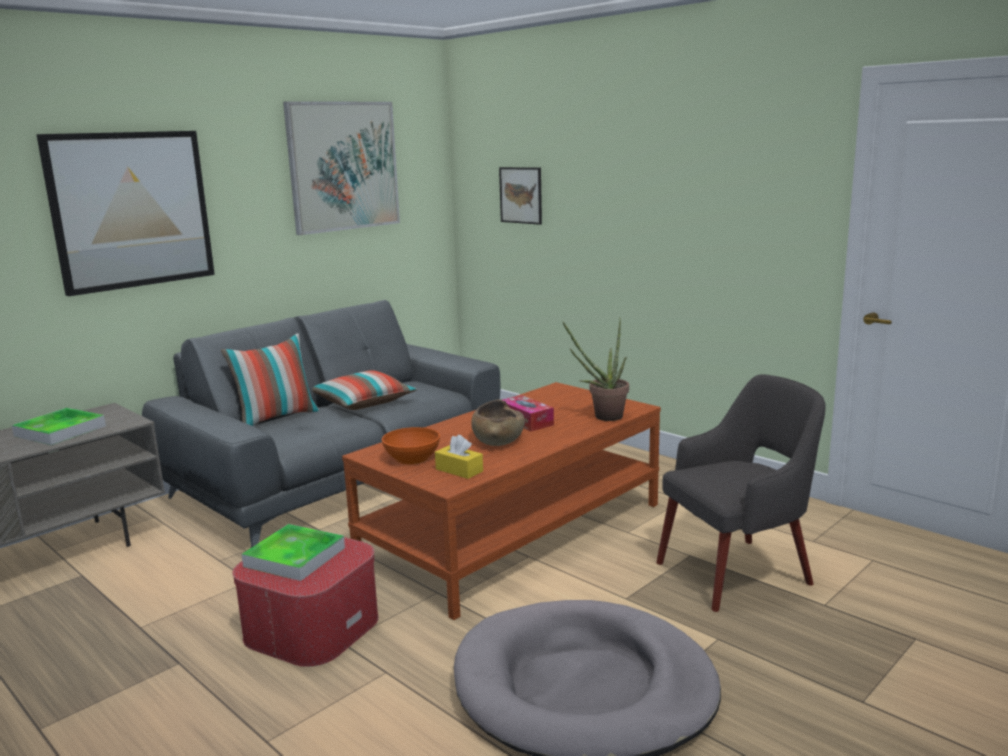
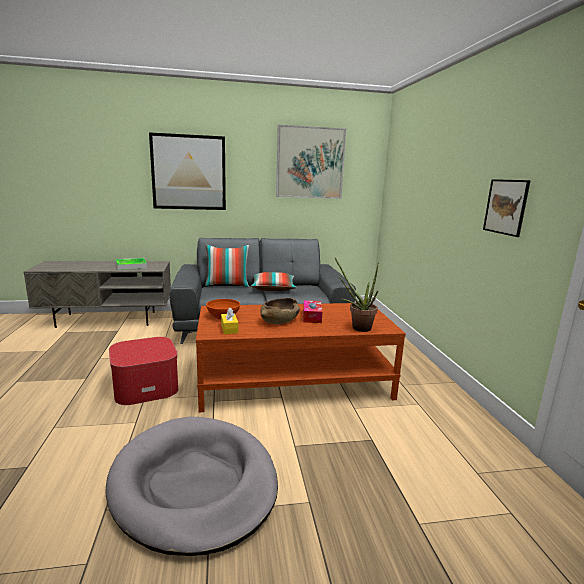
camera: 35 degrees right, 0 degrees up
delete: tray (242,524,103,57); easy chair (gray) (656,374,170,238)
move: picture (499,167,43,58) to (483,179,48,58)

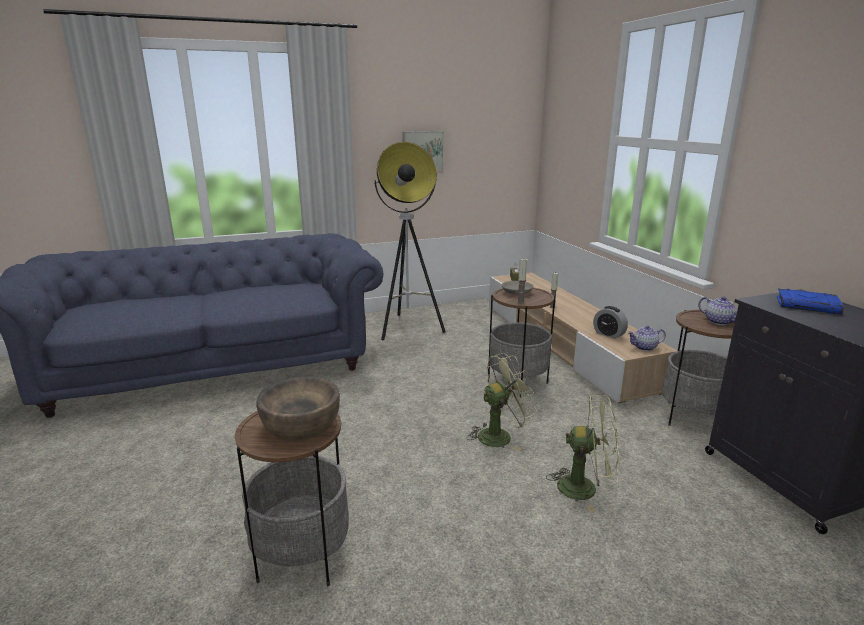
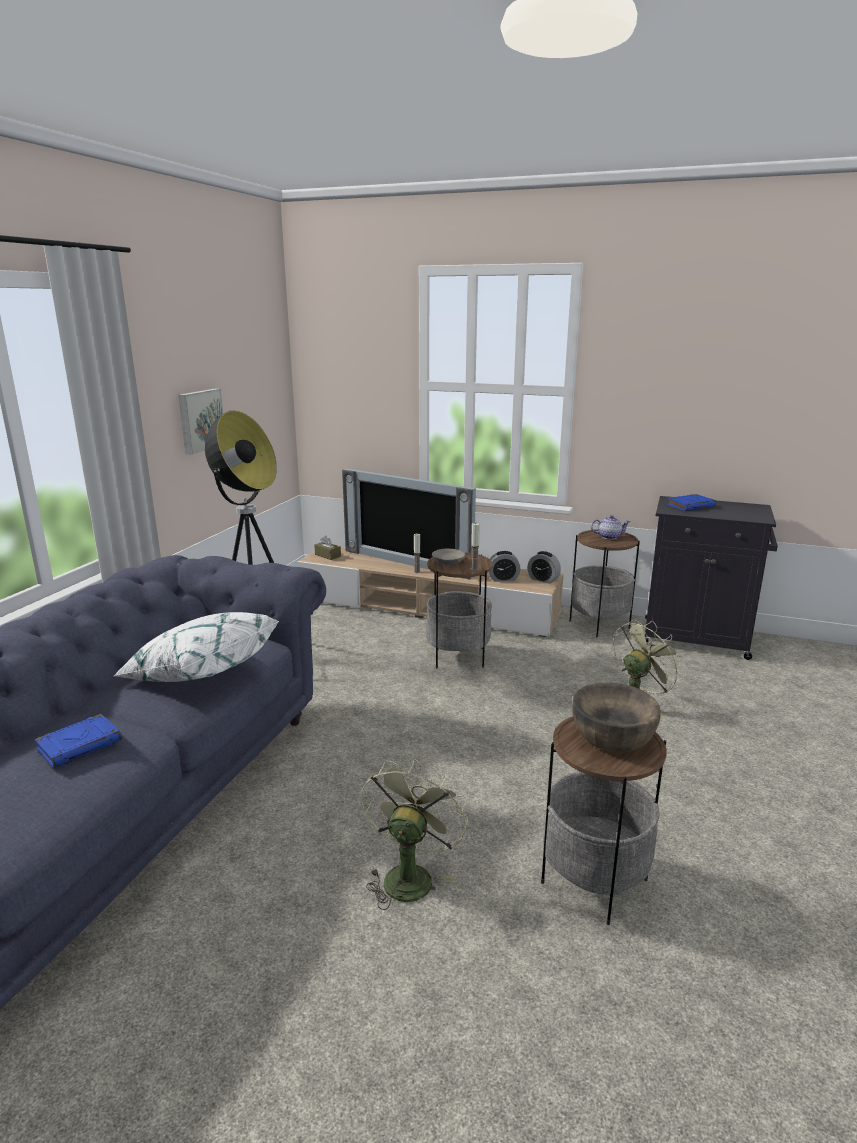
camera: 50 degrees left, 0 degrees up
insert: volume (blue-coloured) (35,714,87,54); cushion (white) (114,612,165,70); TV (342,469,134,111)
move: fan (green) (467,353,70,98) to (361,759,107,151)
replace: tea pot (628,325,38,26) to table clock (527,551,34,33)

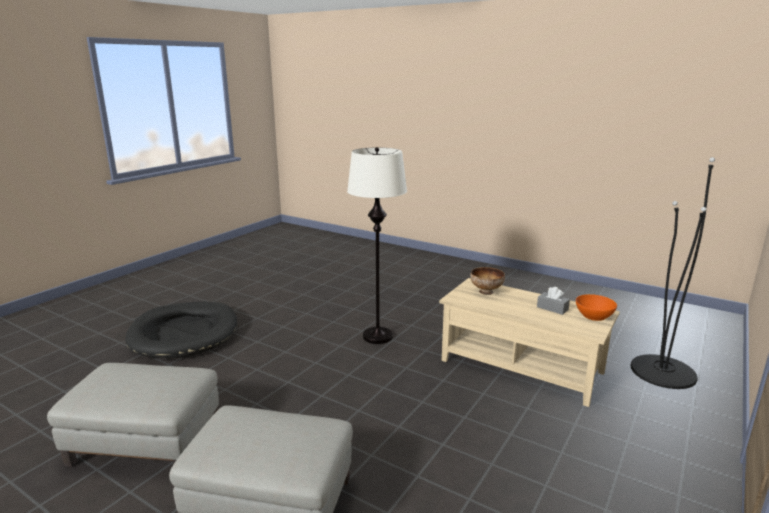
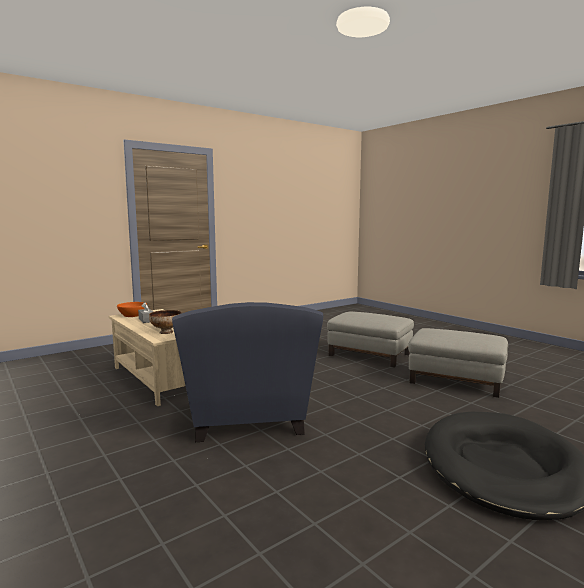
camera: 160 degrees left, 10 degrees down
delete: floor lamp (blackish) (630,157,85,232)
replace: floor lamp (white) (347,147,60,197) to easy chair (blue-coloured) (172,302,151,140)

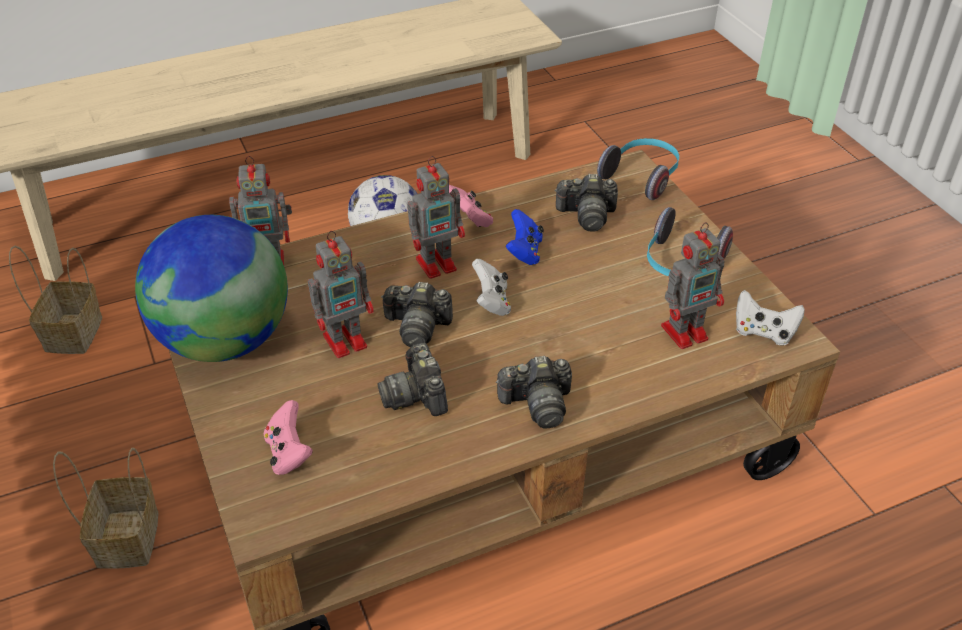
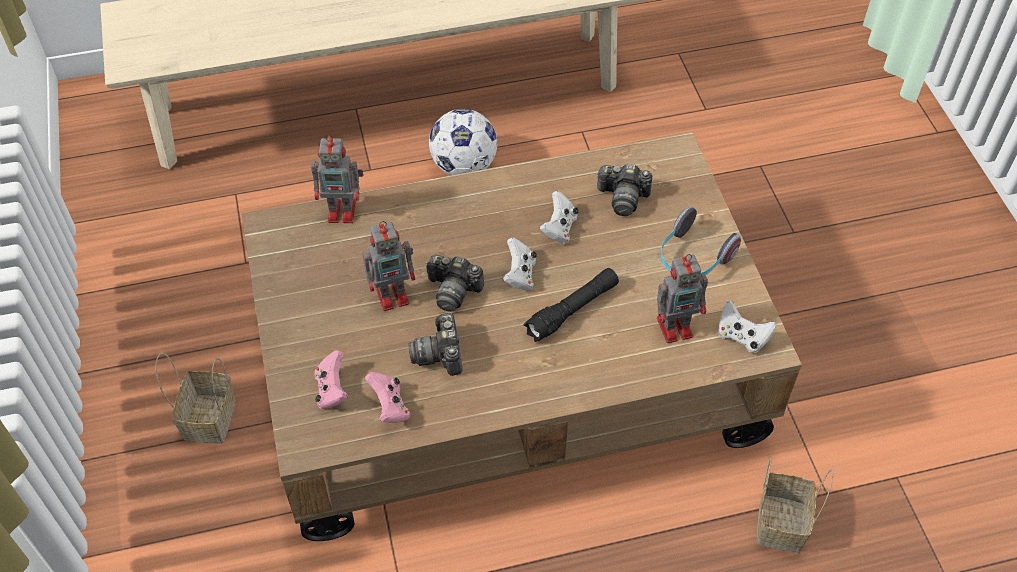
camera: 10 degrees right, 10 degrees up
delete: world globe (135,215,153,147); toy robot (407,156,58,123); still camera (496,356,76,73); headset (597,138,82,62)
insert: torch (blackish) (524,268,95,74)
move: basket (9,246,93,108) to (757,457,77,96); joypad (pink-coloured) (449,185,44,42) to (365,372,45,51)
recolor: joypad (blue-coloured) (506,209,38,56) to joypad (white) (540,191,39,52)

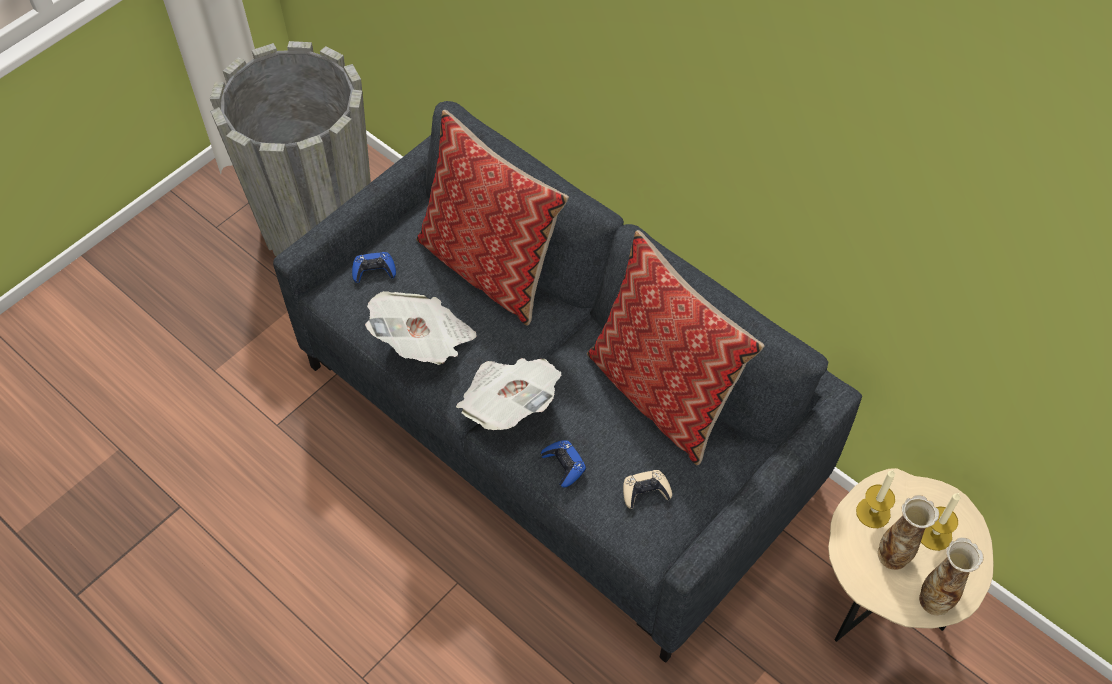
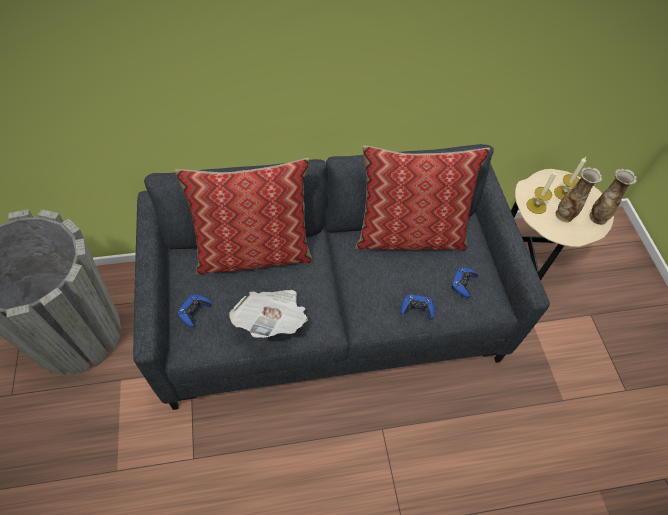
camera: 55 degrees left, 0 degrees up
delete: printed paper (456,358,105,72)
recolor: joypad (sand-coloured) (623,470,49,39) to joypad (blue-coloured) (451,267,27,31)

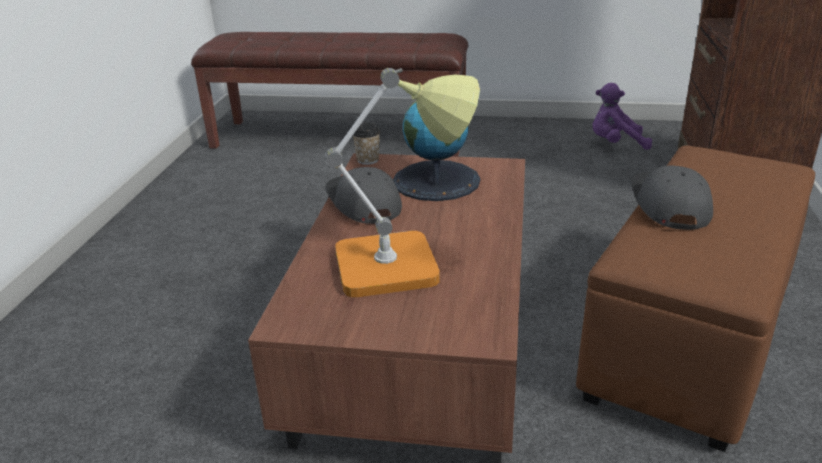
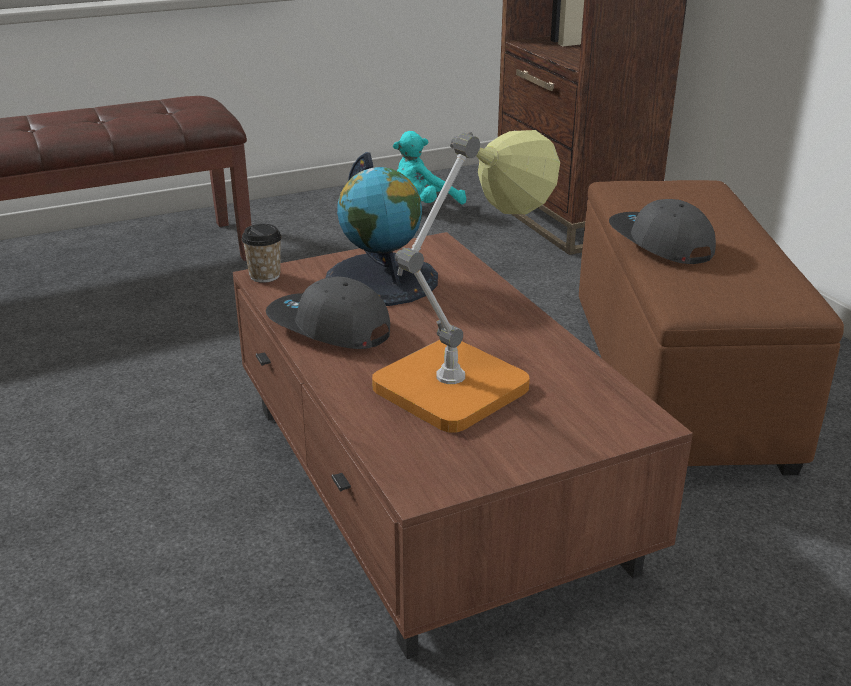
camera: 35 degrees left, 0 degrees up
recolor: cuddly toy (purplish) (592,83,60,67) to cuddly toy (turquoise-coloured) (393,131,73,73)

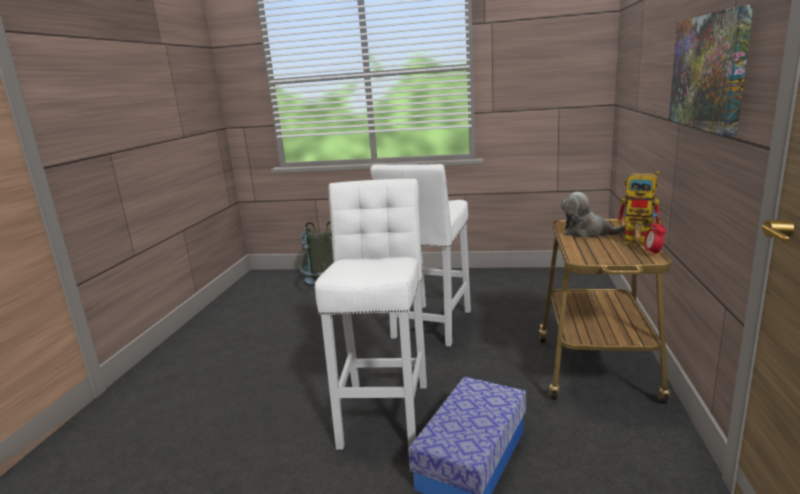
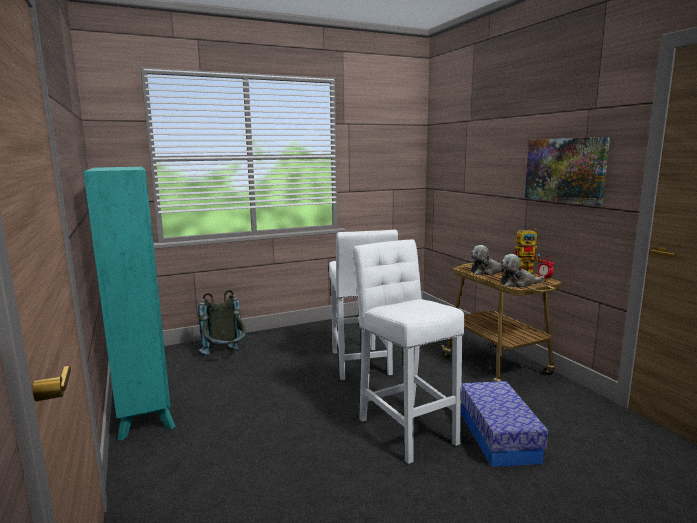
camera: 35 degrees left, 5 degrees down
insert: shelving unit (turquoise-coloured) (83,167,92,274); cuddly toy (500,254,45,34)

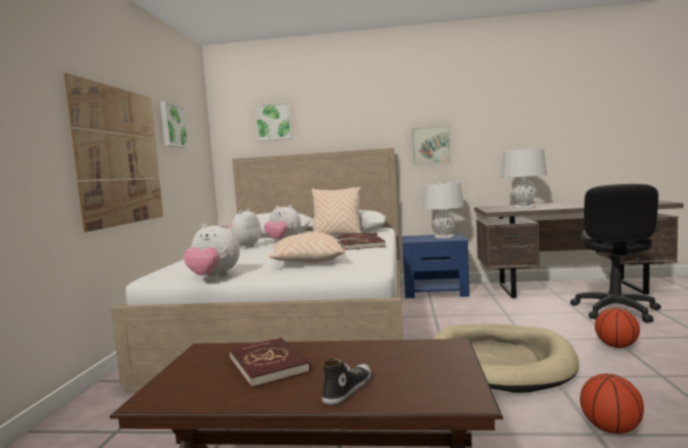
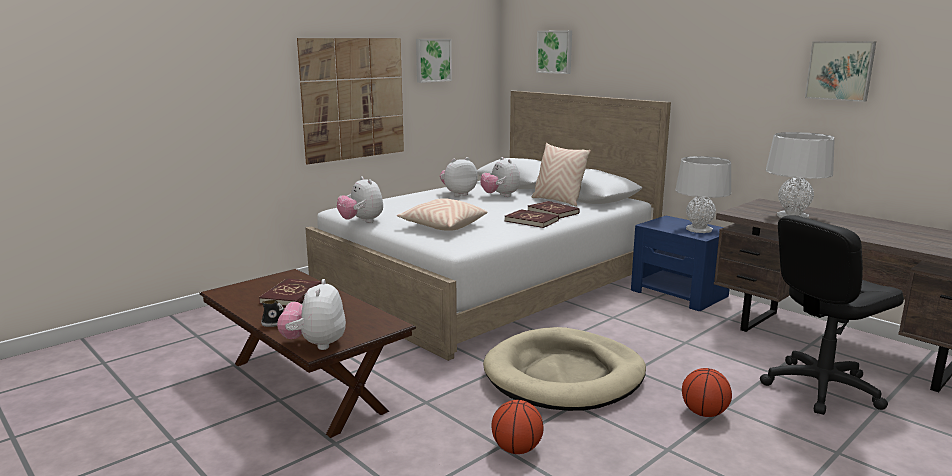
camera: 40 degrees right, 10 degrees up
insert: cuddly toy (277,279,69,71)
move: picture (412,126,39,39) to (805,41,71,61)

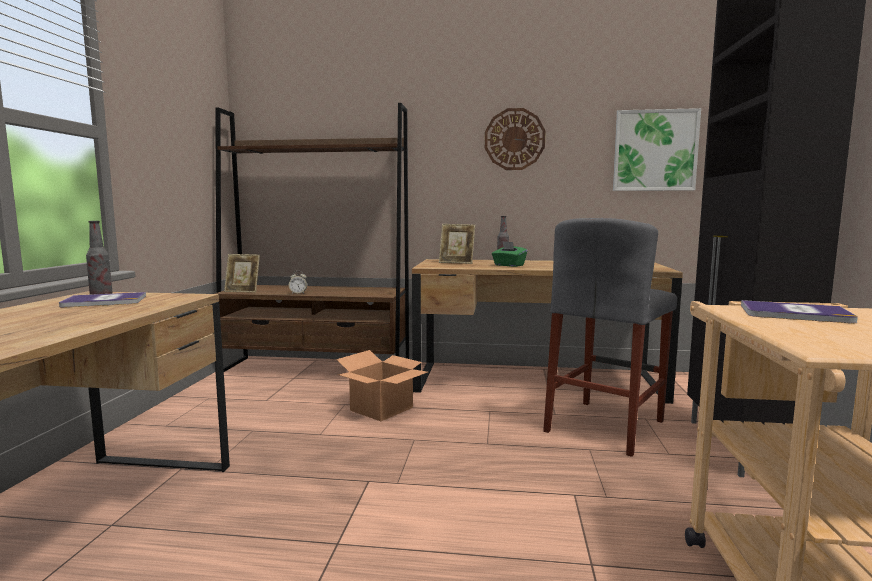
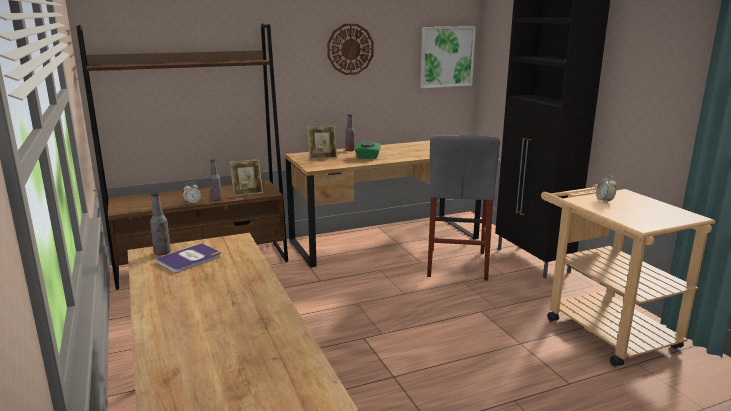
camera: 30 degrees left, 10 degrees up
delete: carton (336,350,92,71)
insert: beverage bottle (209,159,13,42)
move: standing frame (224,254,36,39) to (230,159,33,38)
replace: volume (741,300,117,23) to table clock (596,176,20,26)

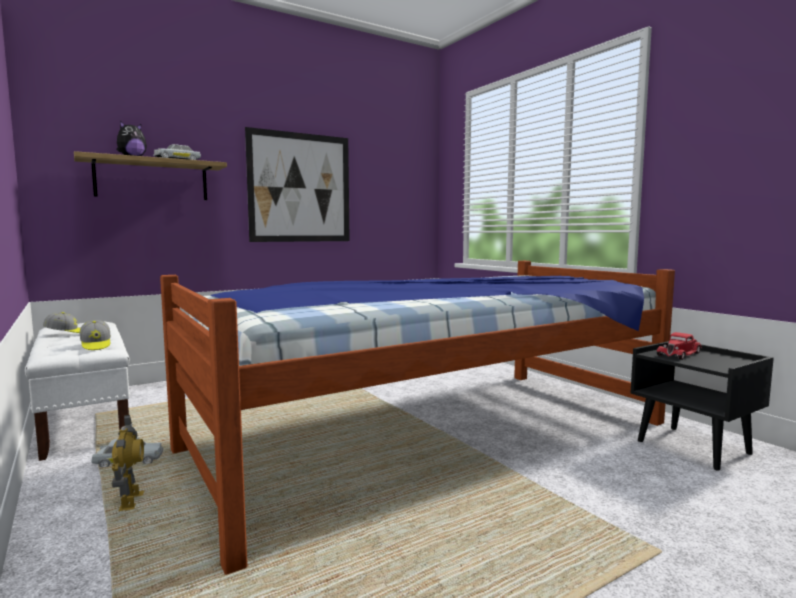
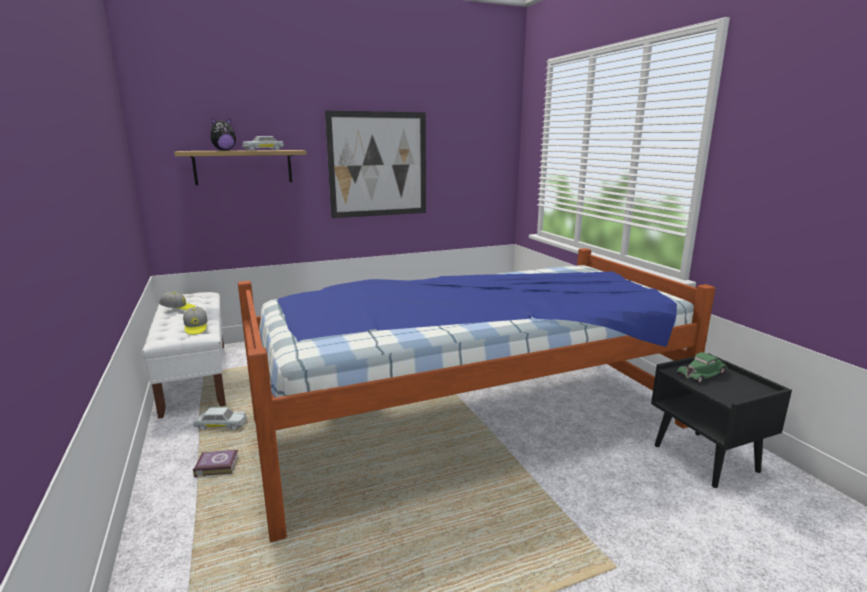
camera: 10 degrees right, 10 degrees up
replace: toy robot (112,415,33,96) to volume (193,450,45,27)
recolor: miniature car (reddish) (657,332,45,28) to miniature car (green) (677,352,51,31)

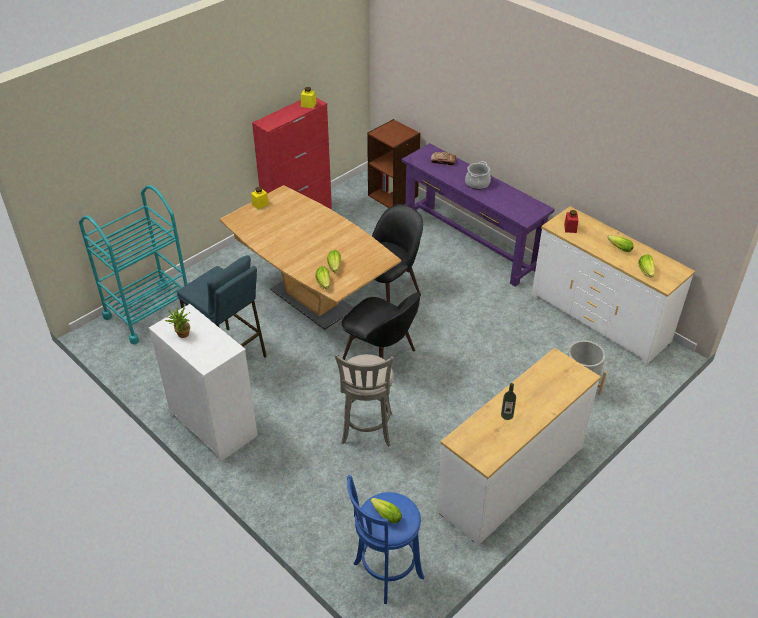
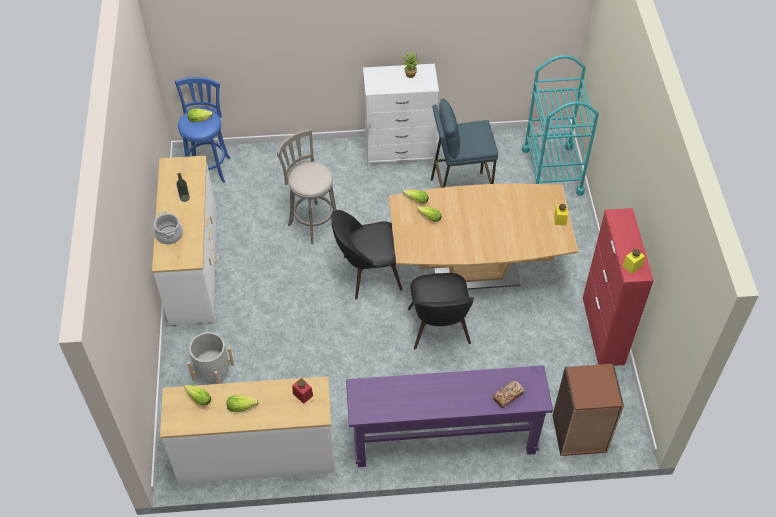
camera: 130 degrees right, 10 degrees up
move: saucepot (465,161,26,28) to (154,211,29,33)

